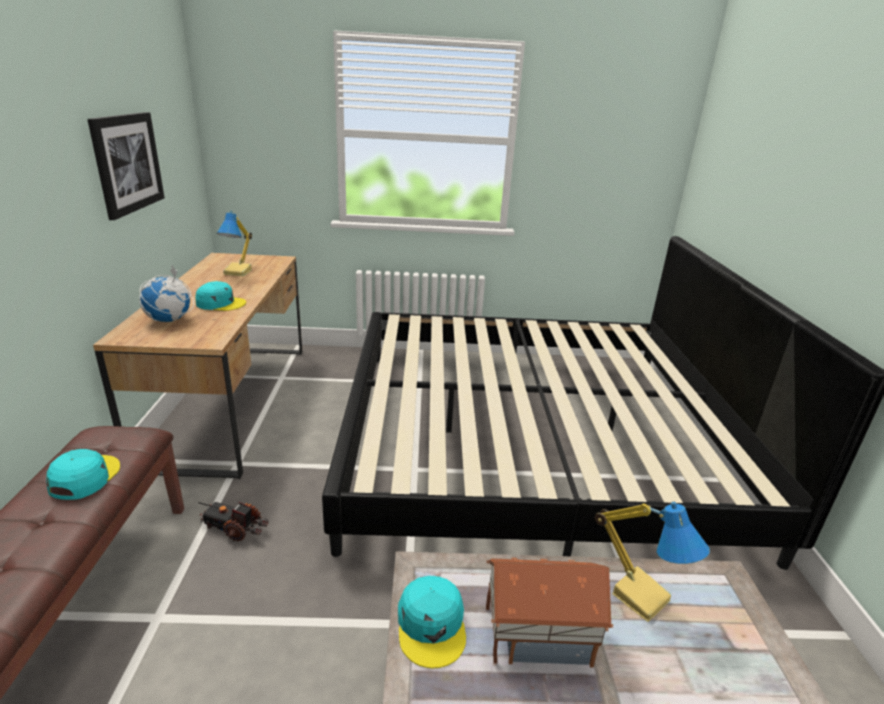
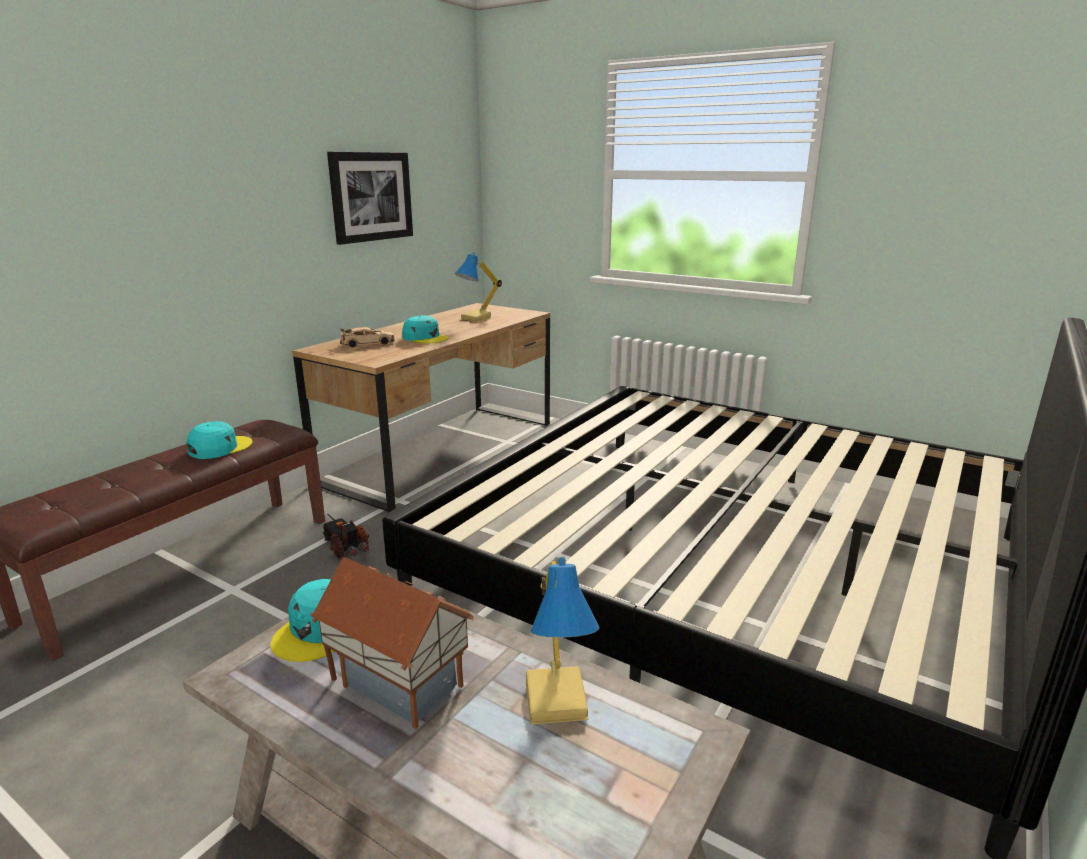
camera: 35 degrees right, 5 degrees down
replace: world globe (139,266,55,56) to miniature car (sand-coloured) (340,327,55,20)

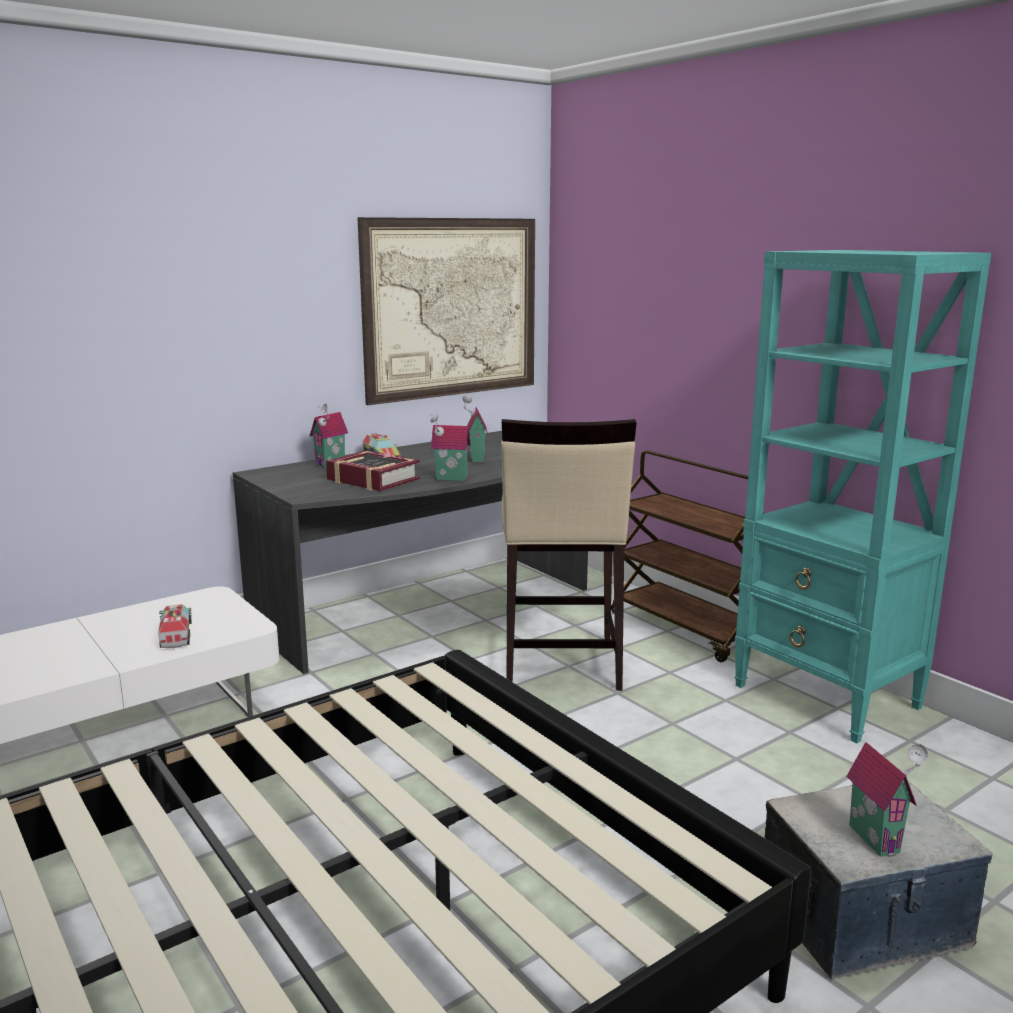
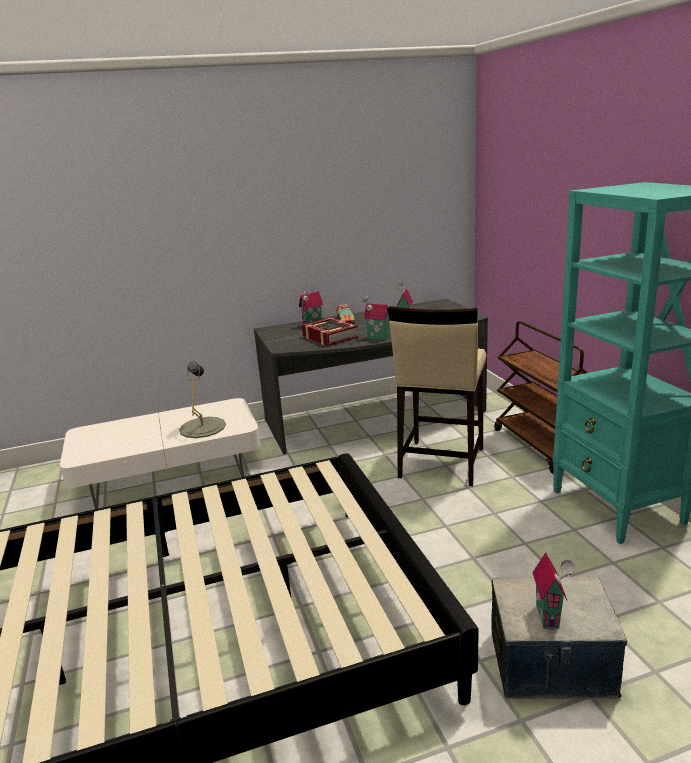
camera: 20 degrees right, 5 degrees up
delete: picture (357,217,178,188)
replace: toy truck (158,604,34,44) to table lamp (gray) (179,362,47,76)

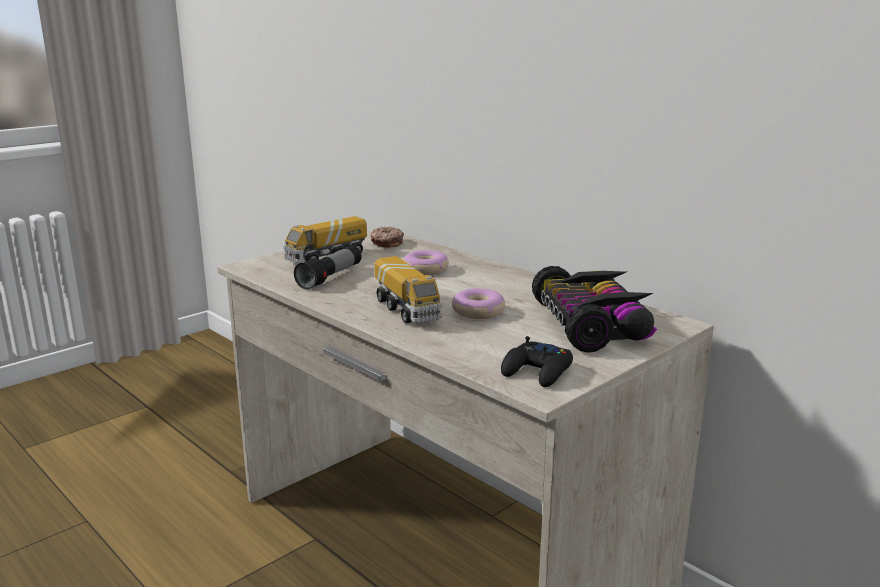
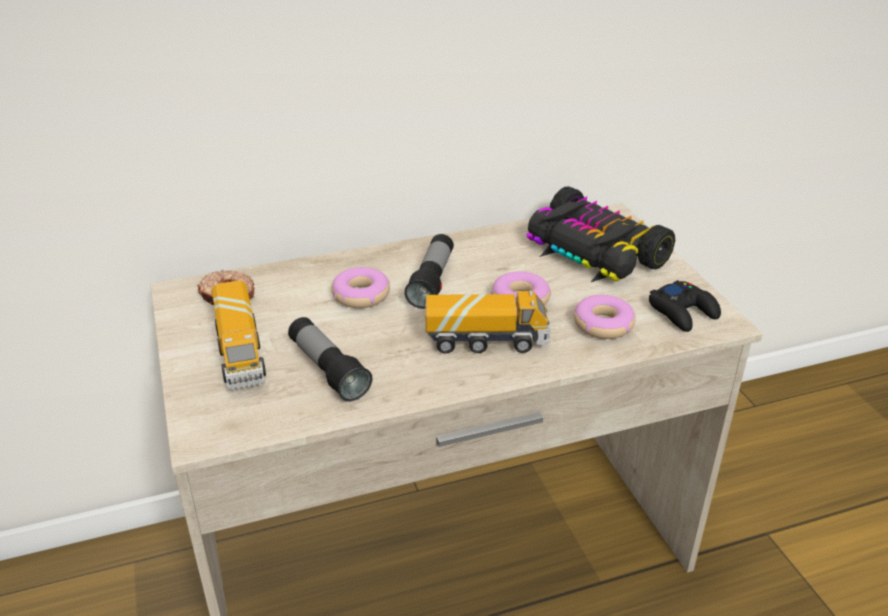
camera: 65 degrees left, 15 degrees up
insert: torch (404,234,50,75); ring doughnut (573,295,63,44)
rotate: miniature car (532,266,125,86) = (527,186,148,96) 150 degrees counterclockwise

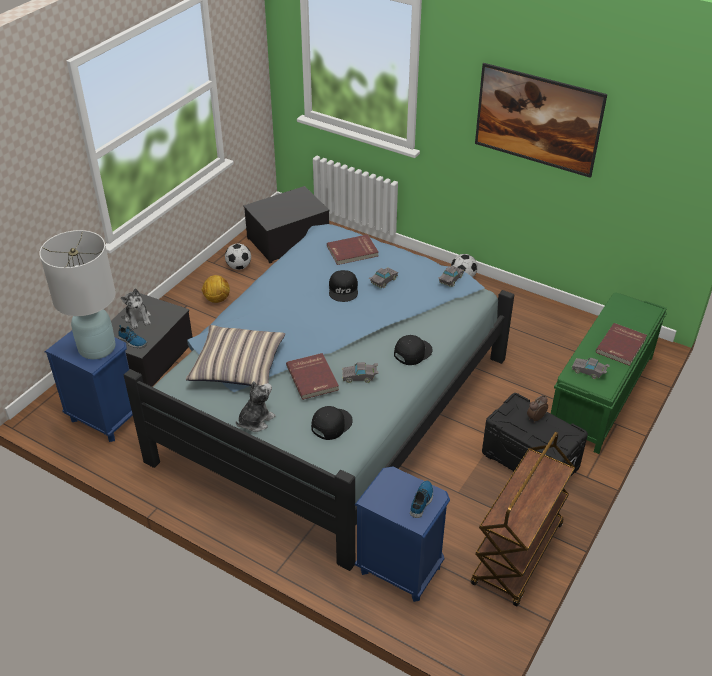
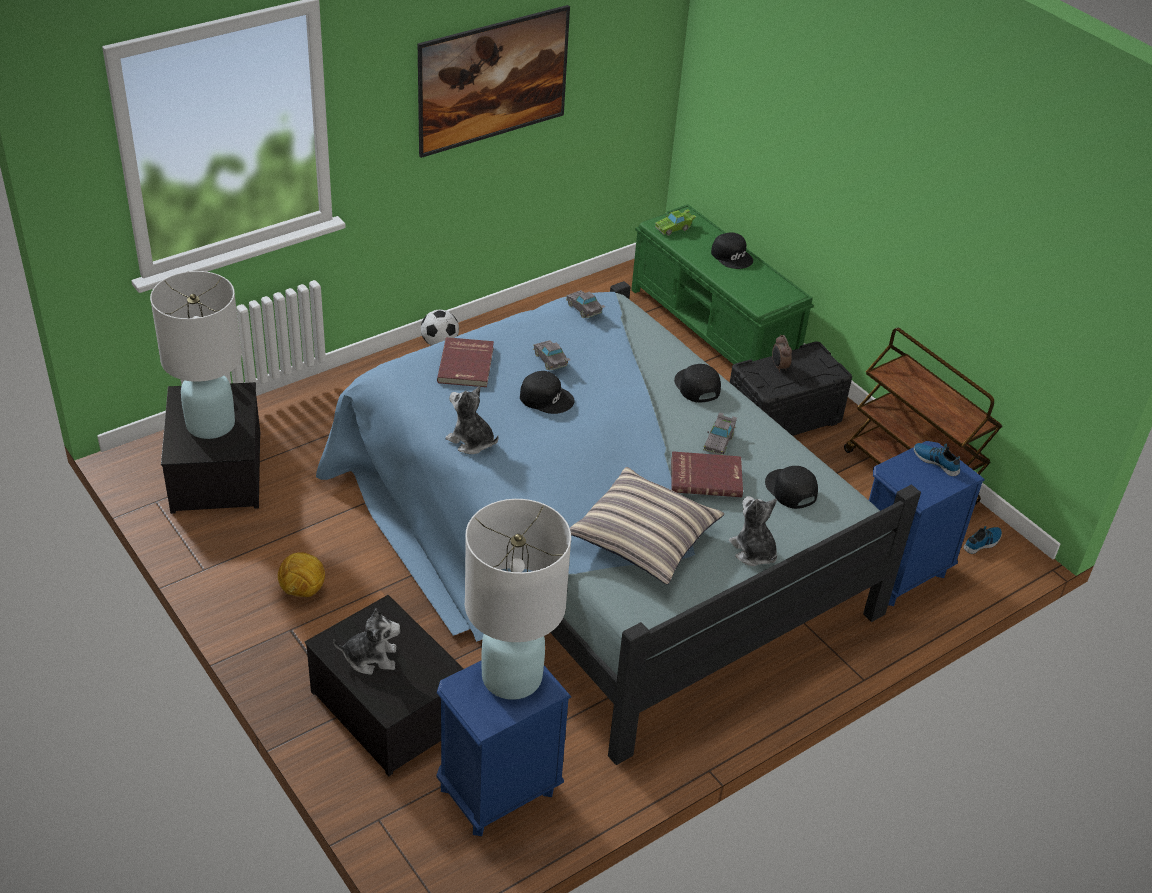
camera: 70 degrees left, 0 degrees up
delete: football (225,243,26,27); miniature car (gray) (572,358,38,21)
insert: table lamp (white) (150,271,92,168); cuddly toy (445,386,54,68); miniature car (green) (655,209,41,27)
move: low shoe (118,325,29,23) to (964,526,38,28)
replace: volume (reddish) (596,323,51,43) to baseball cap (blackish) (711,232,42,37)

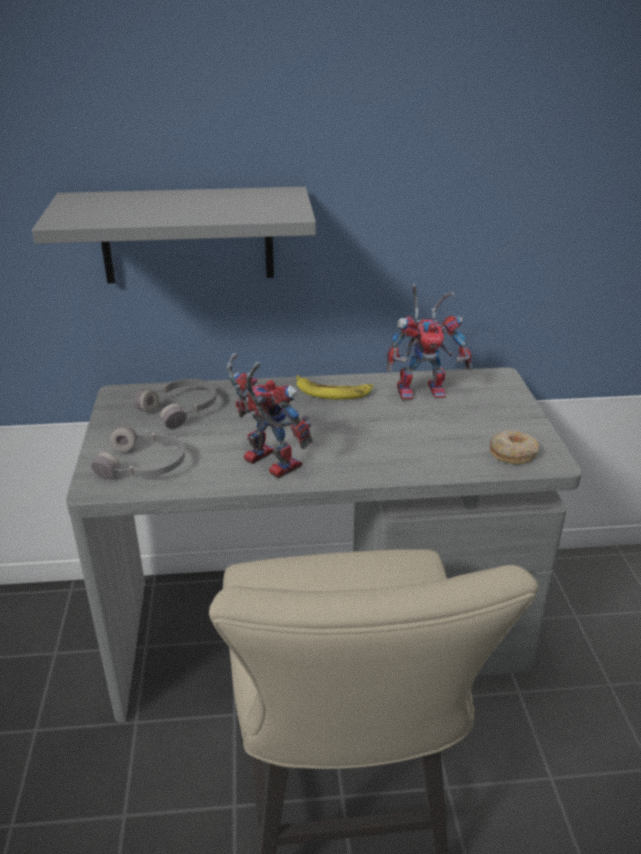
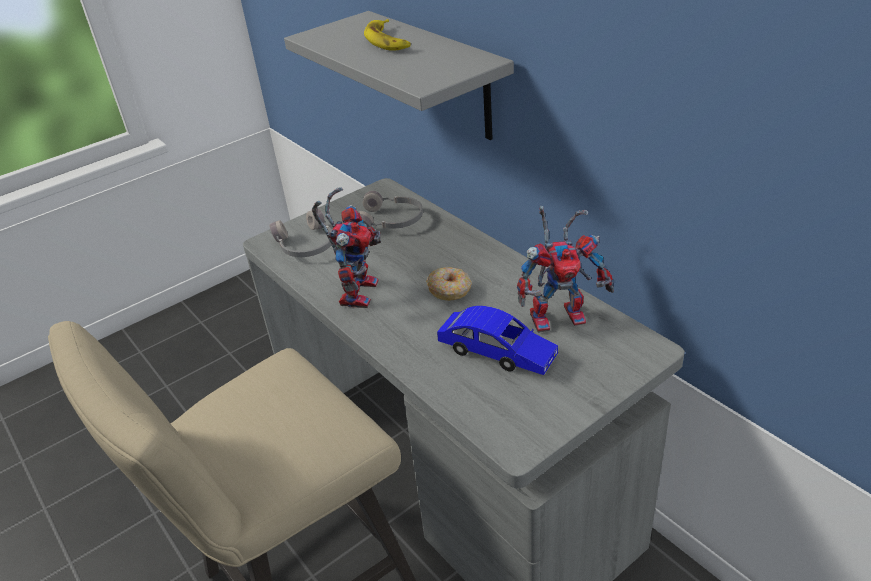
camera: 60 degrees right, 5 degrees up
insert: miniature car (blue-coloured) (437,306,121,69)
move: whole banana (296,375,78,25) to (364,19,47,32); ring doughnut (490,431,50,33) to (426,267,46,34)
rotate: toy robot (387,284,85,117) = (517,206,97,127) 60 degrees counterclockwise

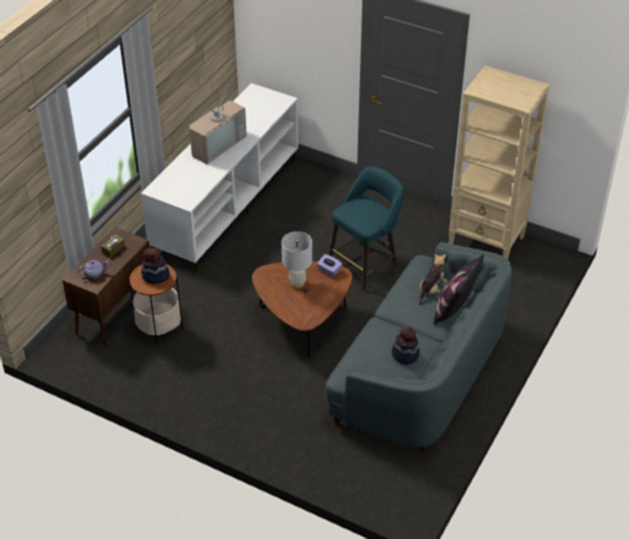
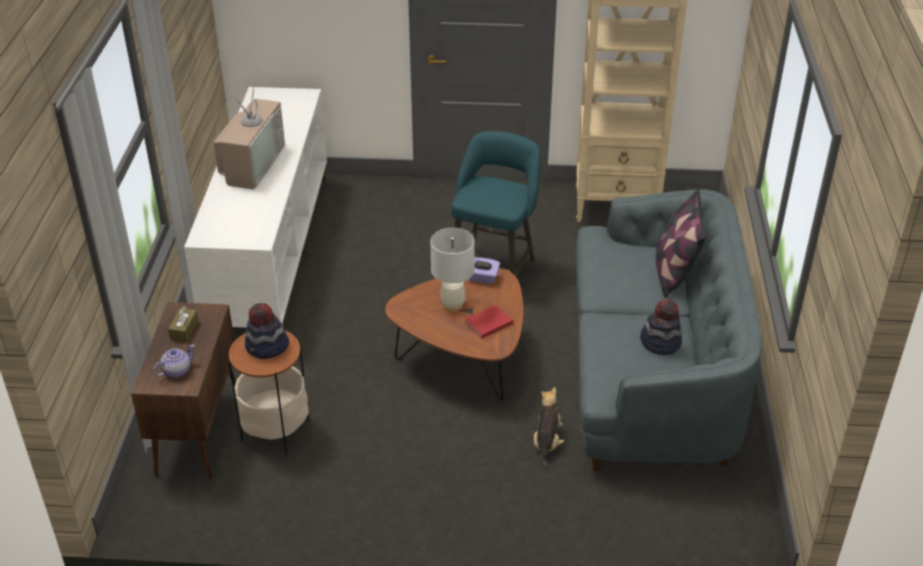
camera: 25 degrees left, 5 degrees down
insert: volume (reddish) (465,305,48,33)
move: cuddly toy (419,254,28,51) to (534,387,30,83)

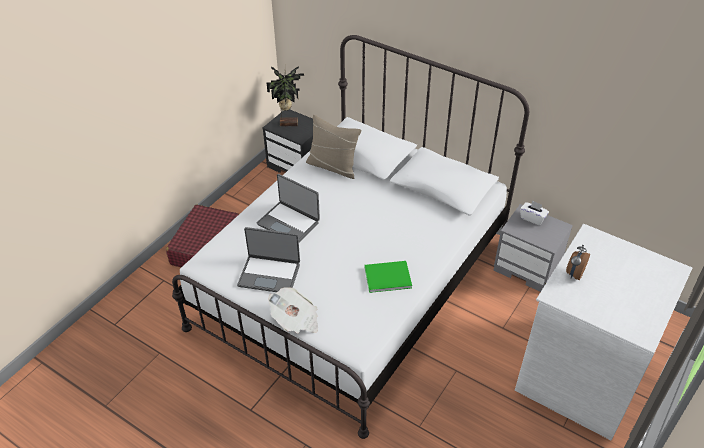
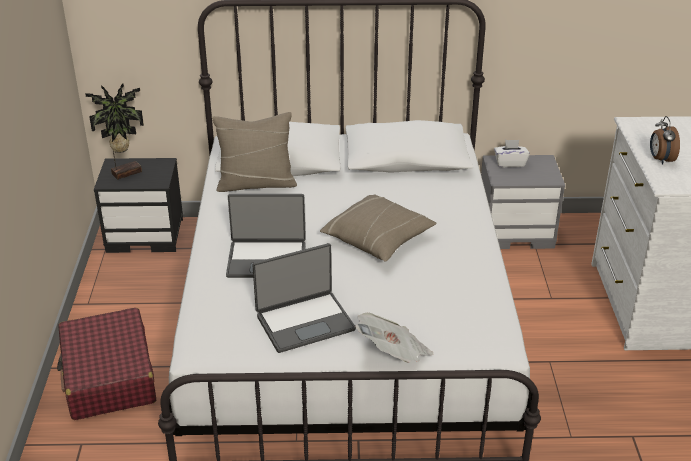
camera: 35 degrees left, 10 degrees down
delete: volume (green) (364,261,48,32)
insert: cushion (sand-coloured) (320,195,117,66)

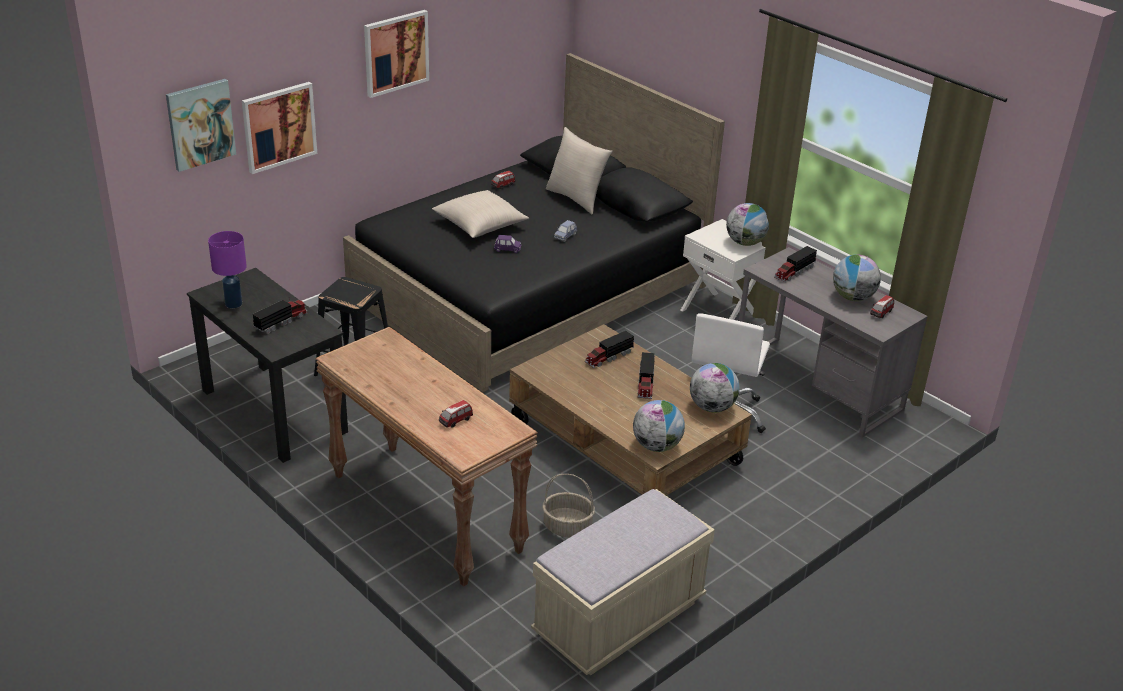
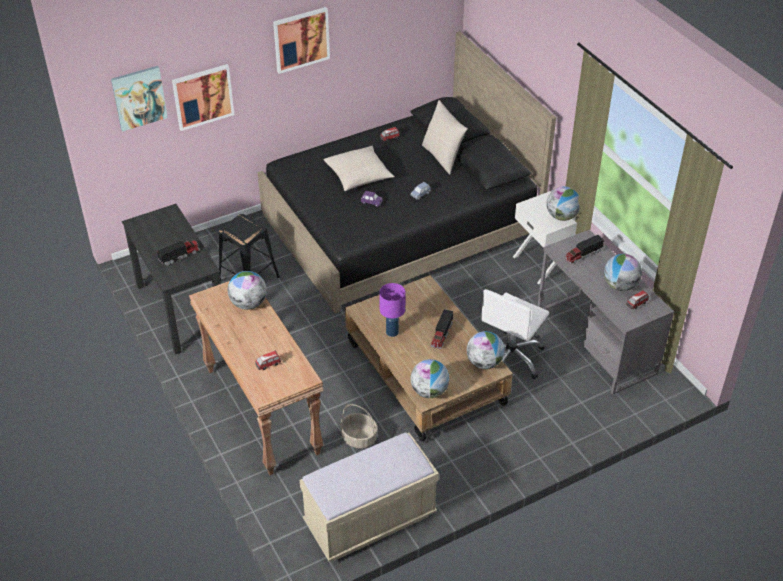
camera: 15 degrees right, 10 degrees up
delete: toy truck (585,331,49,37)
insert: world globe (228,271,39,39)
move: table lamp (purplish) (208,231,39,77) to (379,283,27,54)

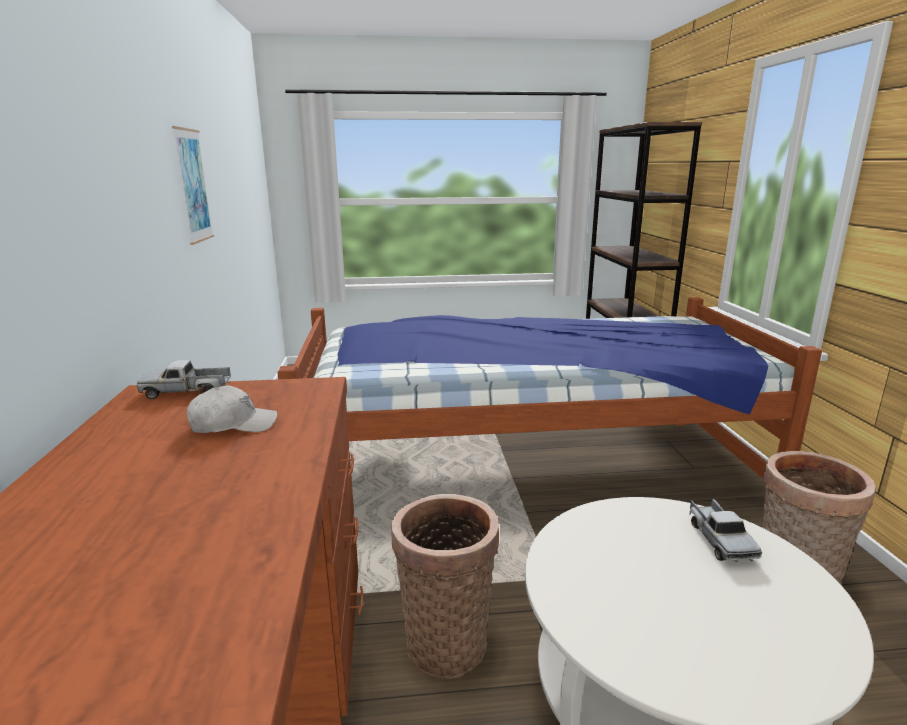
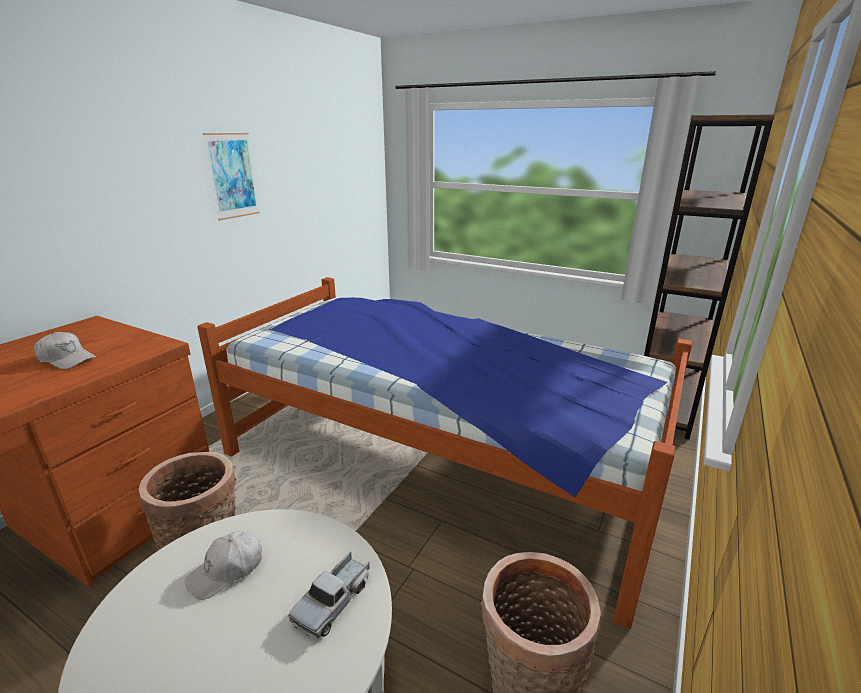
camera: 35 degrees right, 5 degrees up
delete: toy truck (137,360,94,39)
insert: baseball cap (white) (185,531,77,69)

